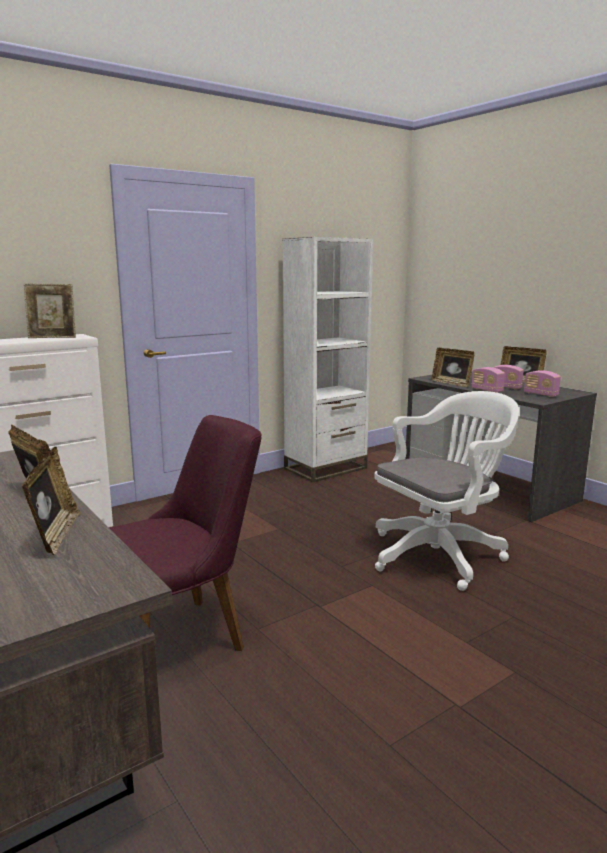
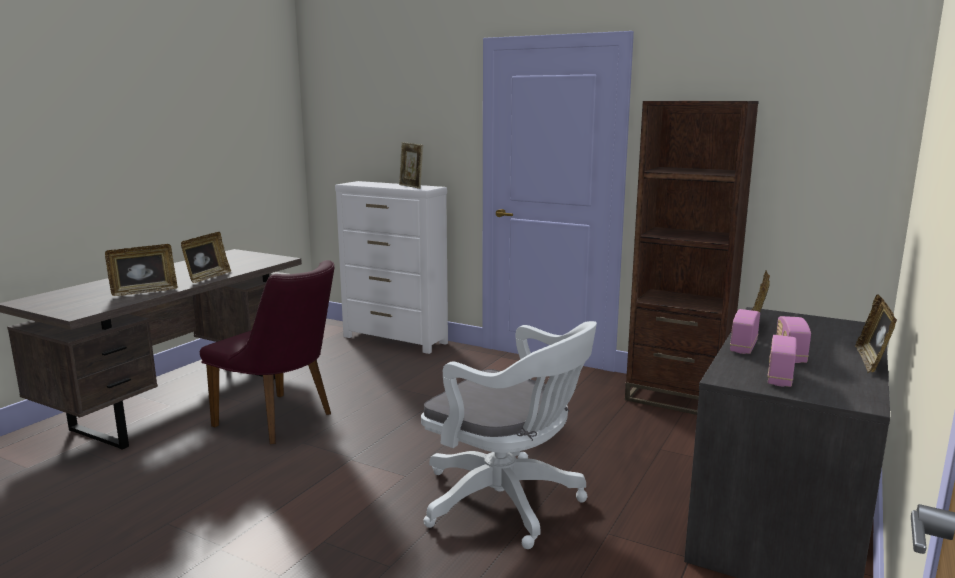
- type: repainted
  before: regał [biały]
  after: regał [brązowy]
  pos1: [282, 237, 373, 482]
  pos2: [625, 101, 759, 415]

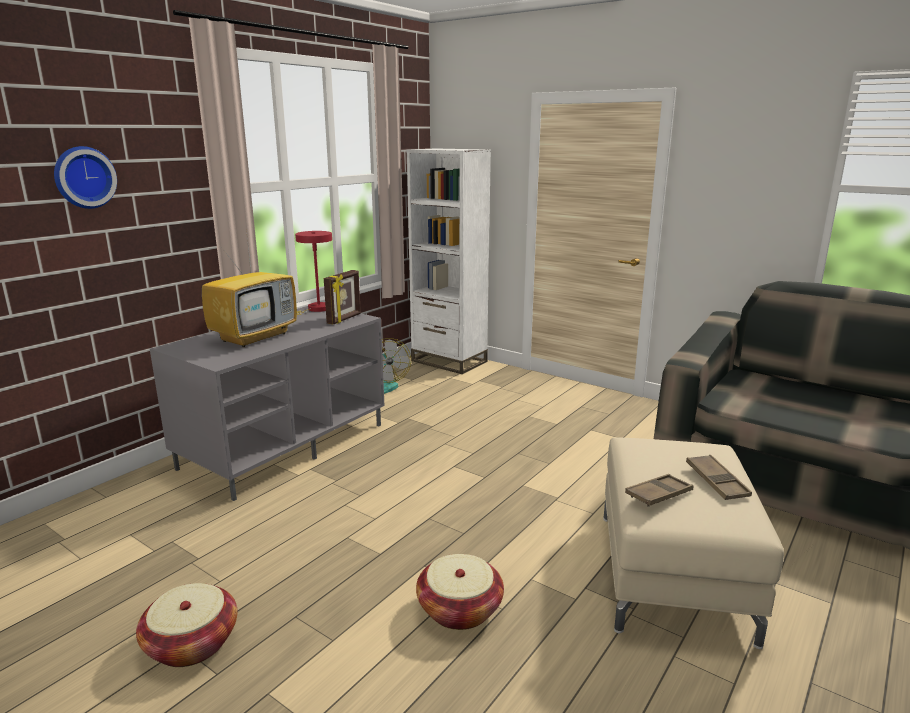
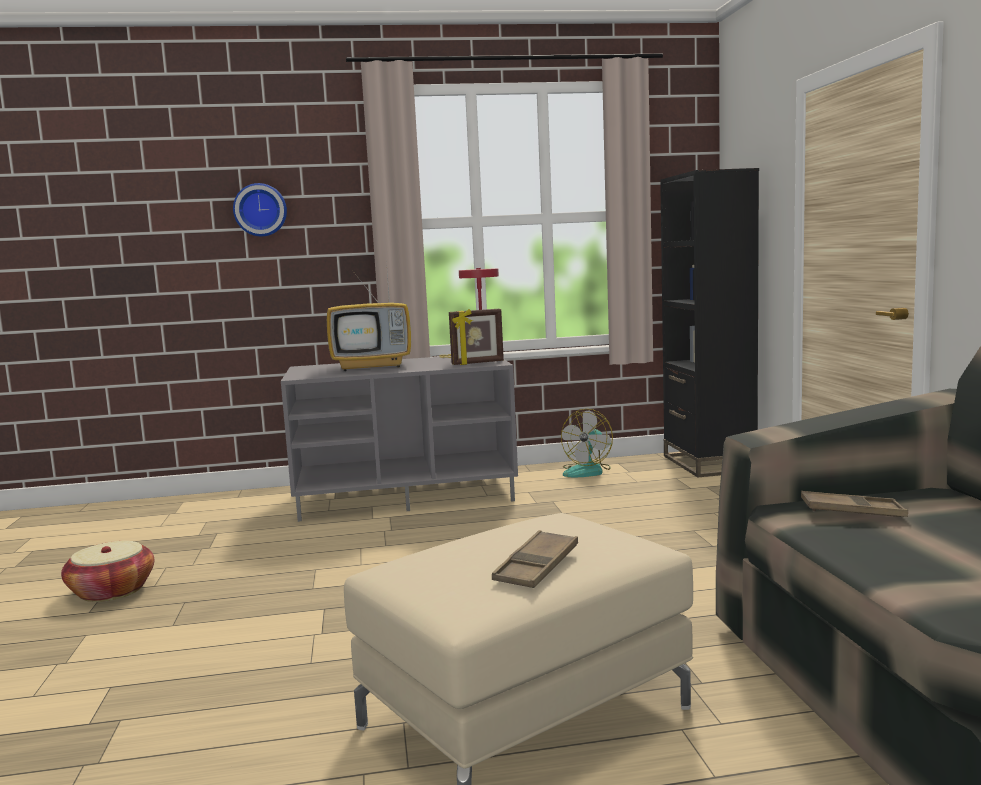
- type: repainted
  before: regał [biały]
  after: regał [czarny]
  pos1: [407, 148, 491, 374]
  pos2: [660, 168, 759, 477]
- type: gone
  before: koszyk
  pos1: [416, 554, 504, 630]
- type: shifted
  before: taca [brązowy]
  pos1: [625, 474, 693, 506]
  pos2: [801, 491, 908, 517]

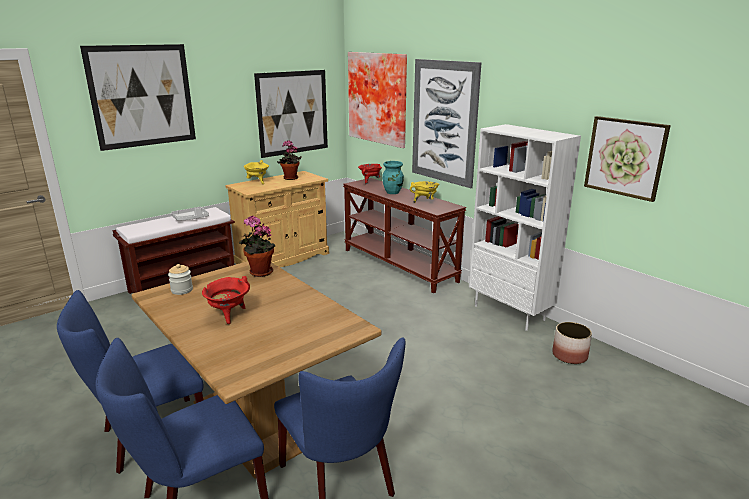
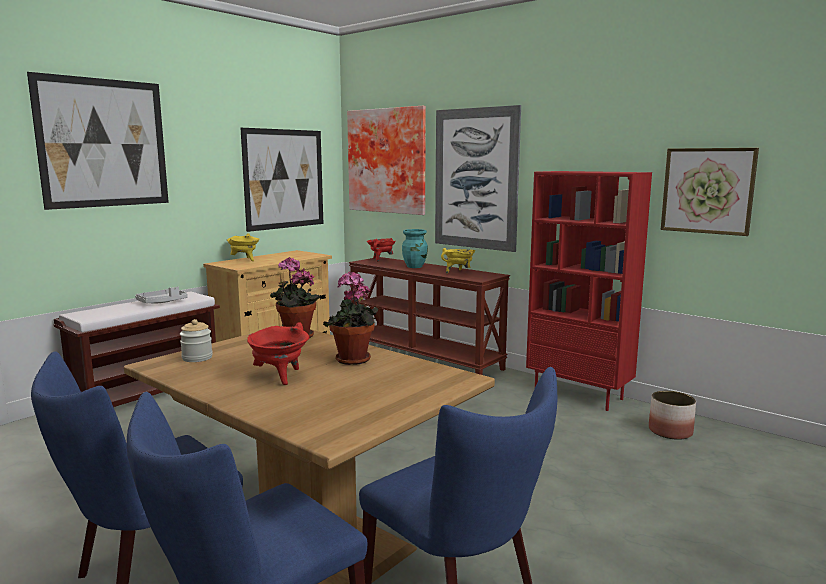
- type: shifted
  before: roślina doniczkowa
  pos1: [277, 140, 302, 180]
  pos2: [323, 271, 378, 365]
- type: repainted
  before: regał [biały]
  after: regał [czerwony]
  pos1: [469, 124, 581, 331]
  pos2: [526, 171, 652, 411]

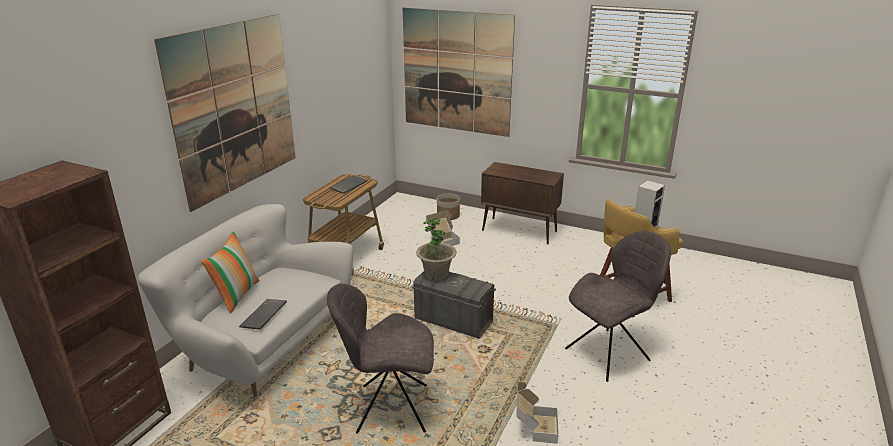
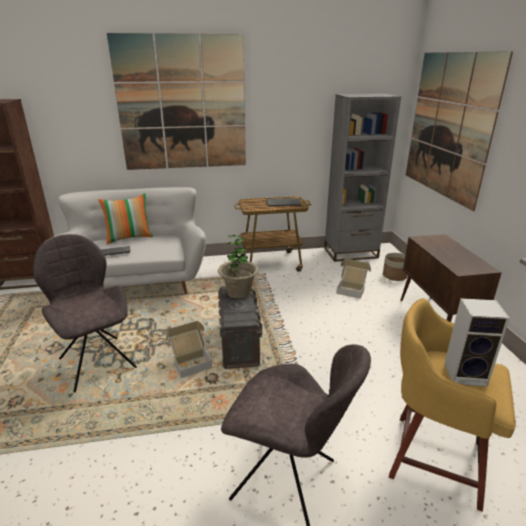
- type: shifted
  before: karton
  pos1: [516, 382, 559, 444]
  pos2: [166, 321, 212, 378]
- type: new
  after: regał [szary]
  pos2: [324, 93, 401, 262]

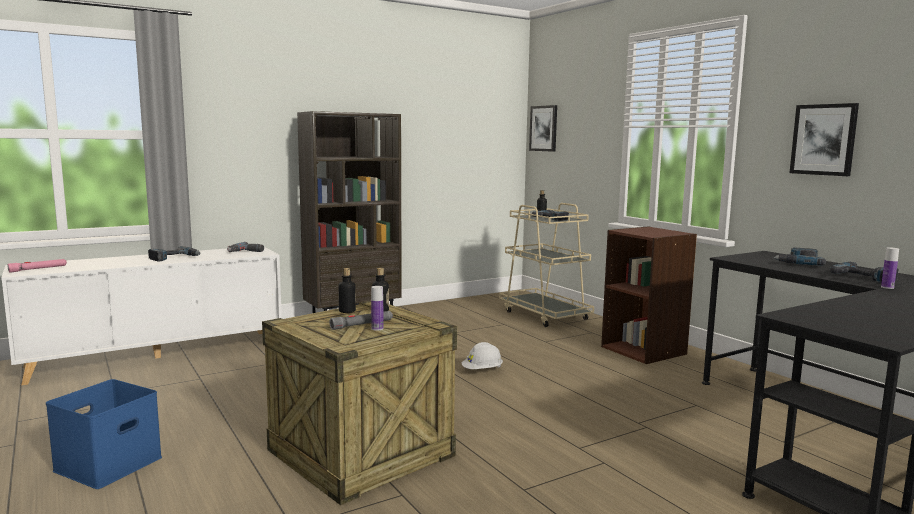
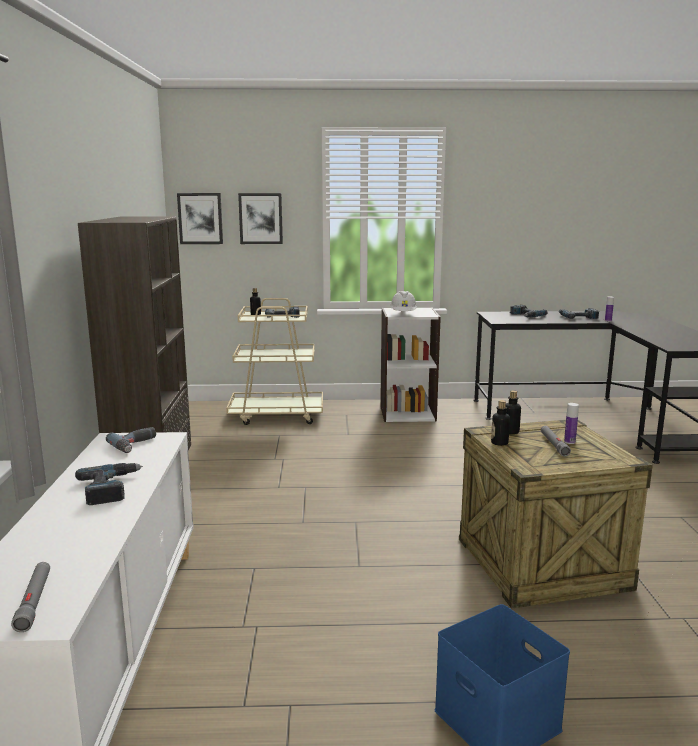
- type: repainted
  before: latarka [różowy]
  after: latarka [szary]
  pos1: [8, 259, 67, 273]
  pos2: [11, 562, 50, 632]
- type: shifted
  before: kask [biały]
  pos1: [462, 342, 503, 369]
  pos2: [390, 291, 417, 312]
- type: repainted
  before: regał [brązowy]
  after: regał [biały]
  pos1: [601, 226, 697, 364]
  pos2: [380, 308, 441, 422]
- type: shifted
  before: obraz
  pos1: [789, 103, 859, 176]
  pos2: [238, 193, 283, 244]

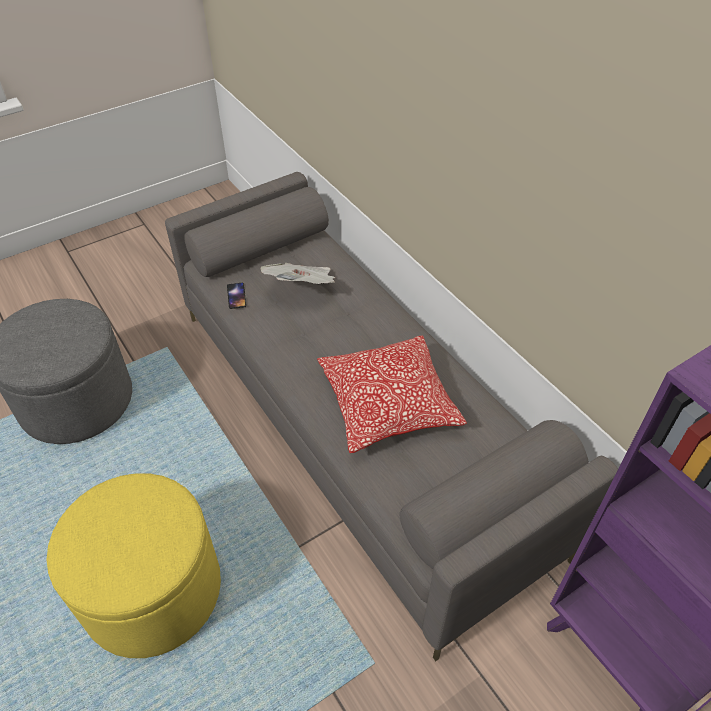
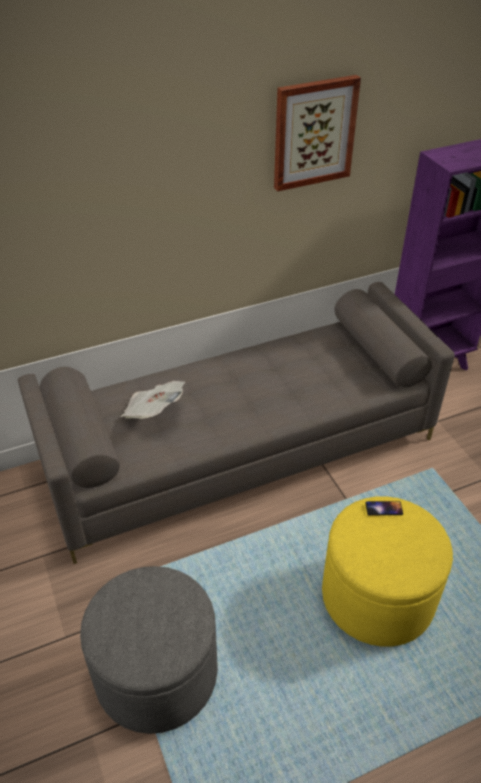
- type: shifted
  before: telefon
  pos1: [227, 283, 246, 309]
  pos2: [365, 501, 403, 515]
- type: gone
  before: poduszka
  pos1: [317, 336, 467, 453]
- type: new
  after: obraz
  pos2: [274, 75, 361, 191]

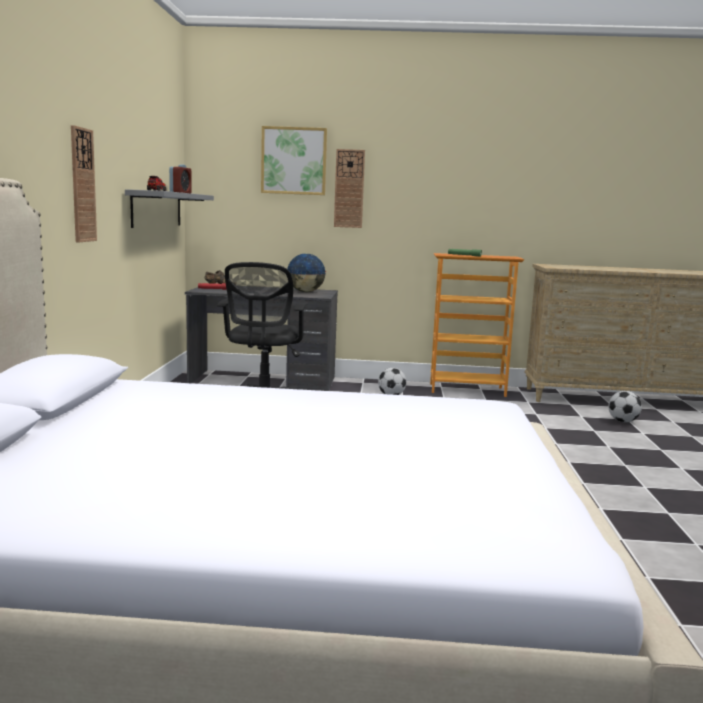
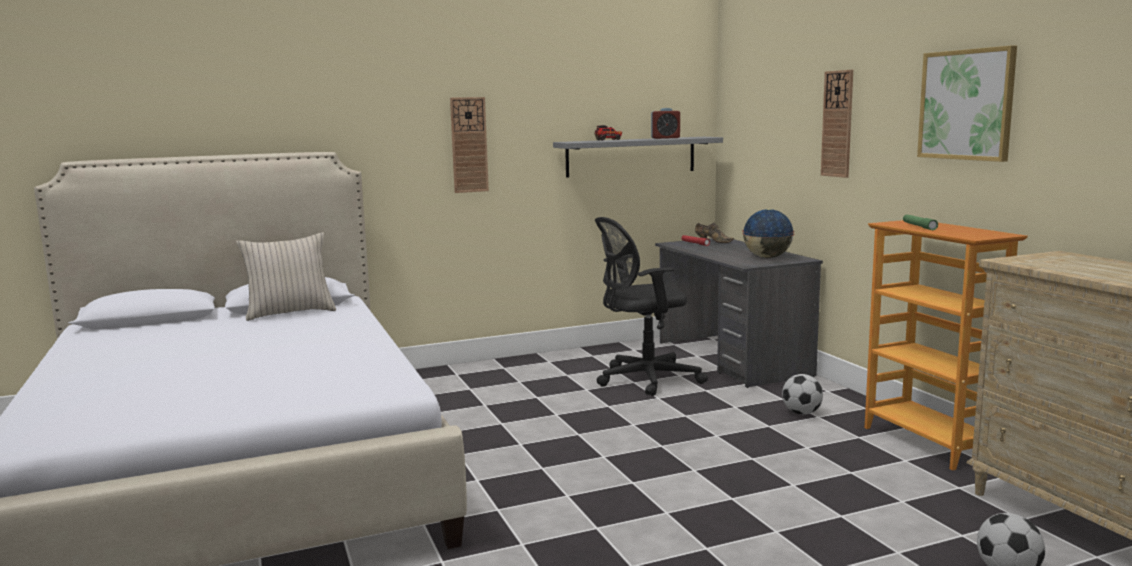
- type: shifted
  before: obraz
  pos1: [261, 126, 327, 195]
  pos2: [917, 46, 1017, 162]
- type: new
  after: poduszka [beżowy]
  pos2: [236, 232, 336, 321]

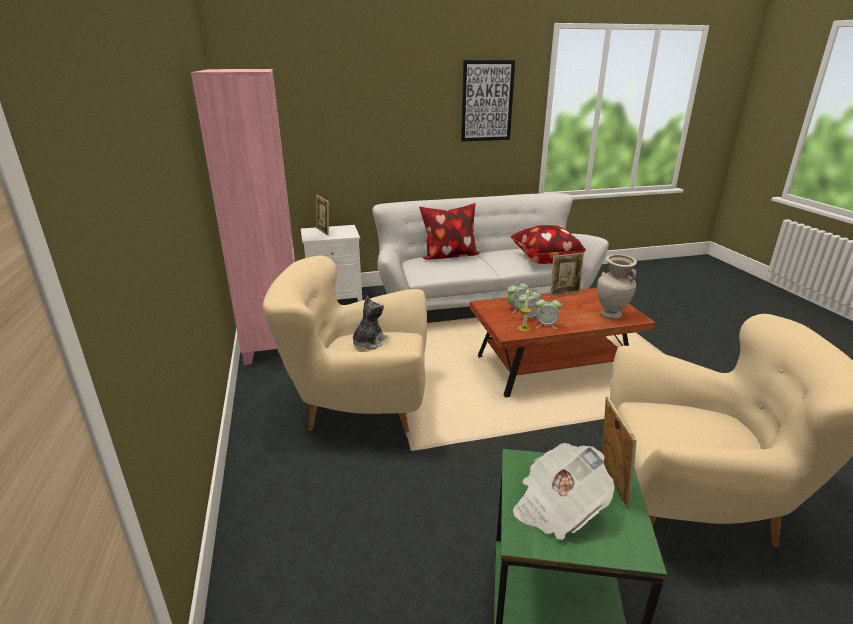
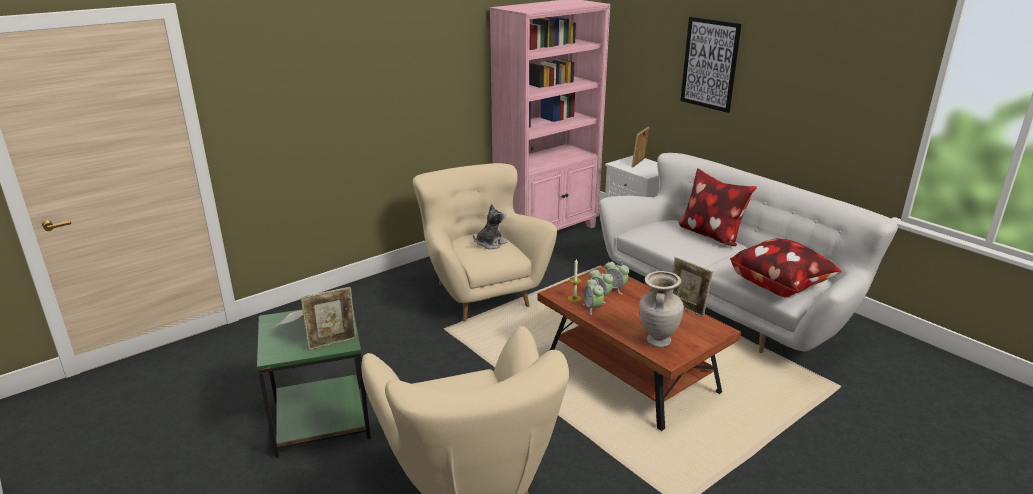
- type: rotated
  before: pluszak
  pos1: [353, 296, 387, 350]
  pos2: [473, 204, 507, 249]
  turn: -45
- type: shifted
  before: obraz
  pos1: [461, 60, 515, 141]
  pos2: [681, 17, 741, 113]

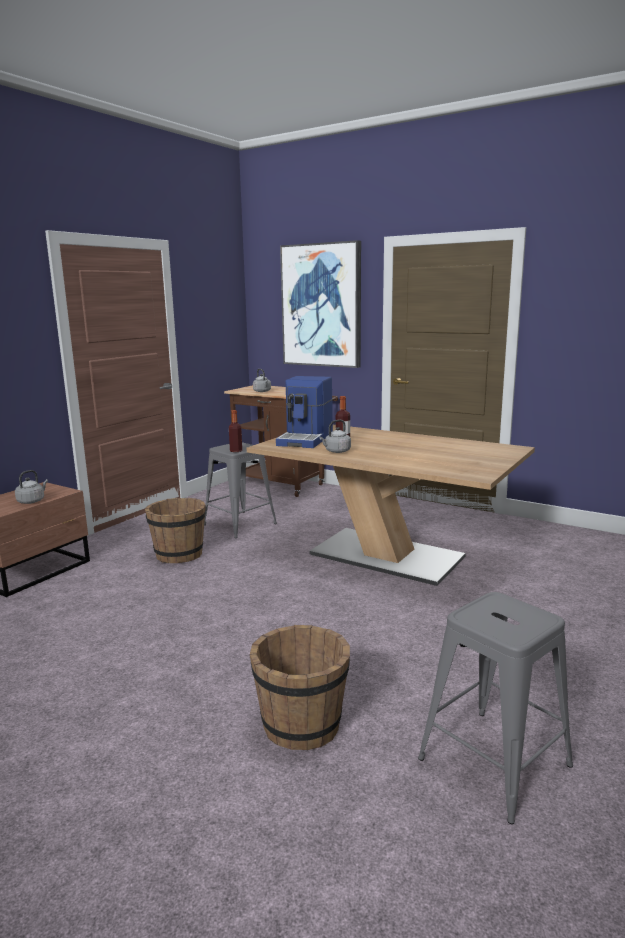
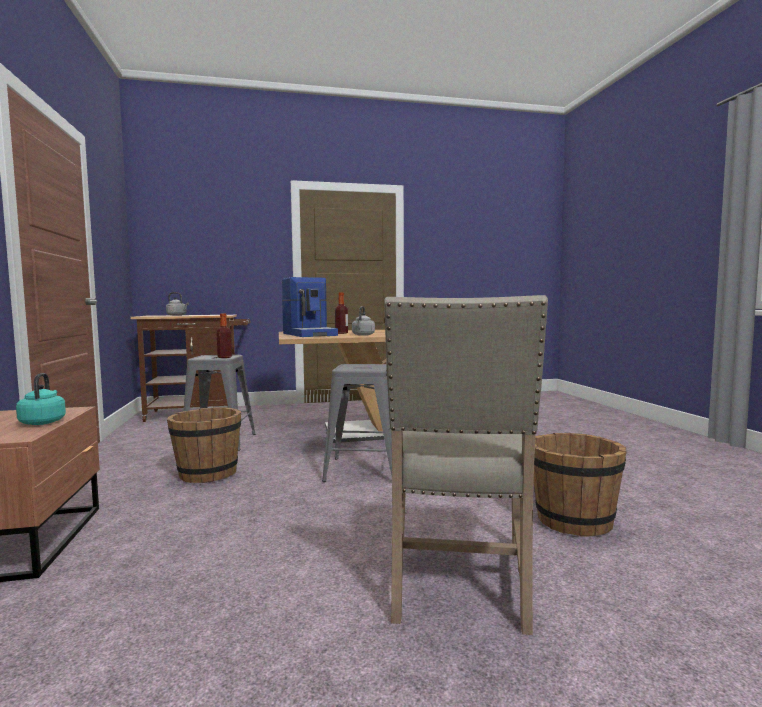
- type: repainted
  before: czajnik [szary]
  after: czajnik [turkusowy]
  pos1: [15, 470, 48, 504]
  pos2: [16, 373, 66, 425]
- type: gone
  before: obraz
  pos1: [280, 240, 361, 368]
- type: shifted
  before: stołek [szary]
  pos1: [418, 592, 573, 824]
  pos2: [322, 364, 392, 482]
- type: new
  after: krzesło [beżowy]
  pos2: [384, 295, 548, 635]

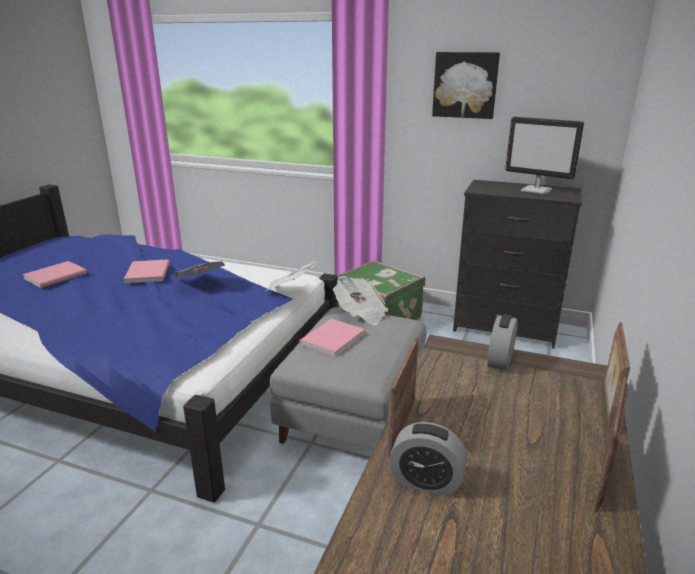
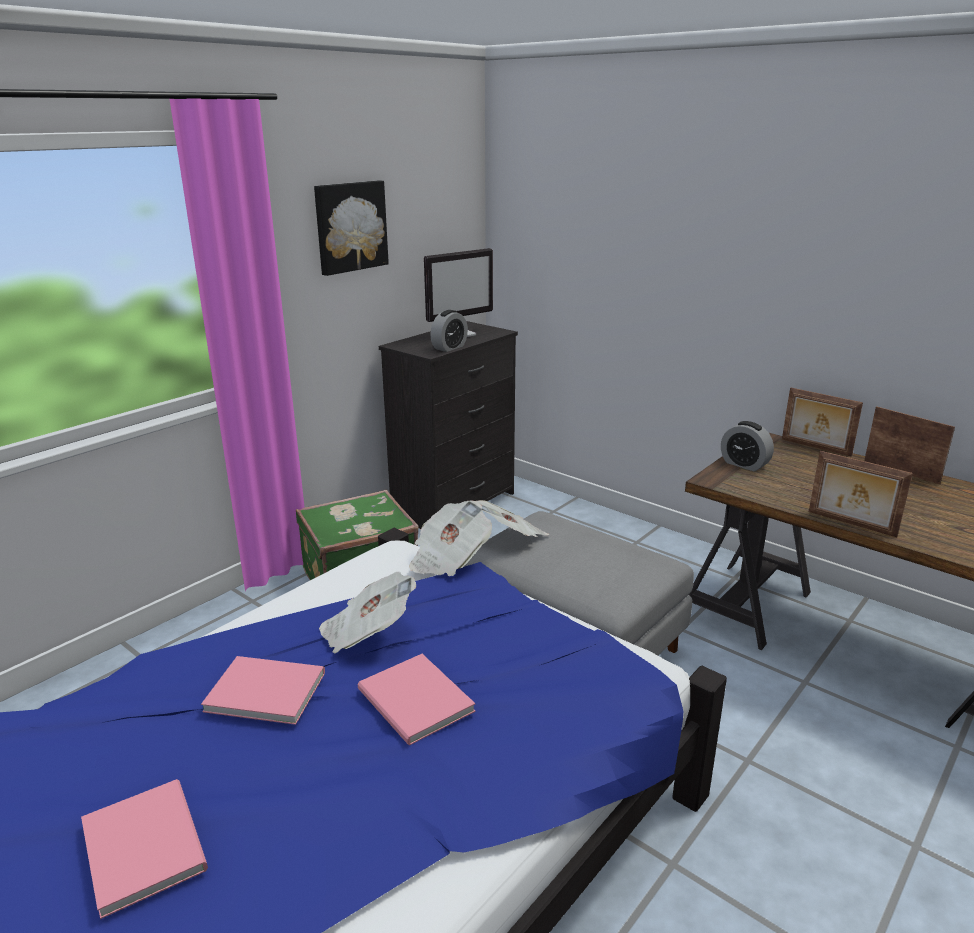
- type: shifted
  before: książka [różowy]
  pos1: [299, 319, 365, 357]
  pos2: [358, 654, 475, 745]
- type: shifted
  before: budzik
  pos1: [389, 422, 467, 496]
  pos2: [430, 310, 468, 352]

